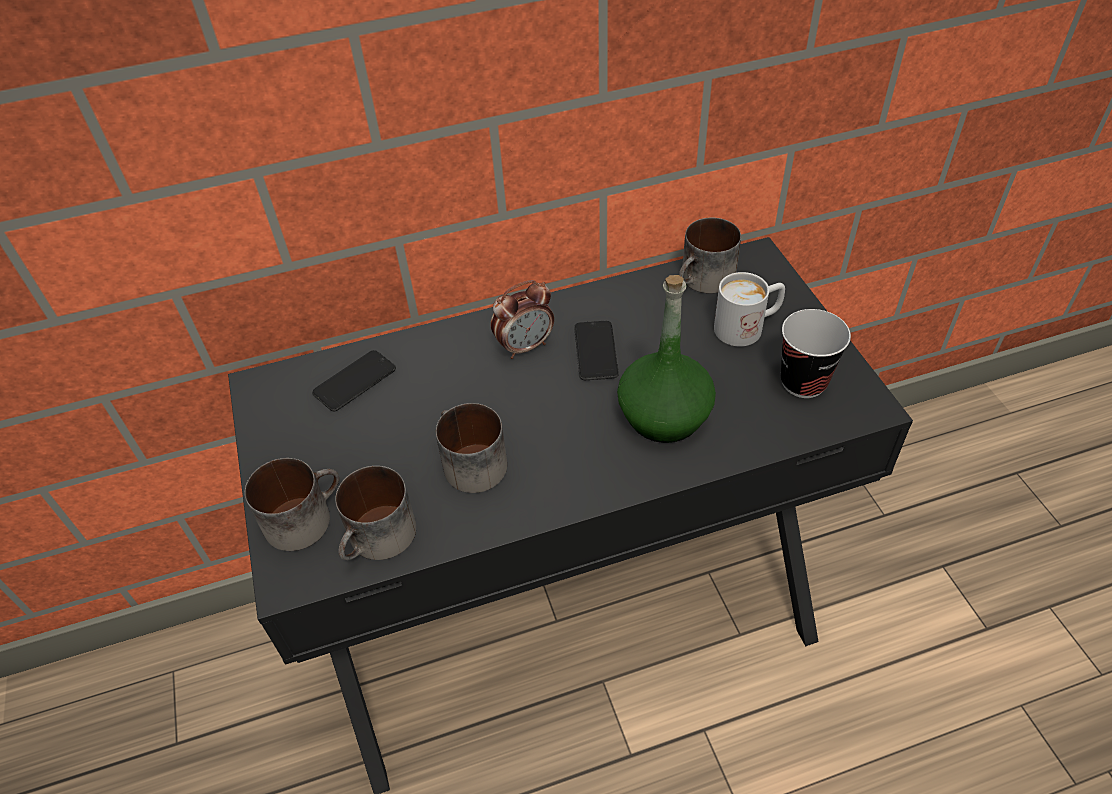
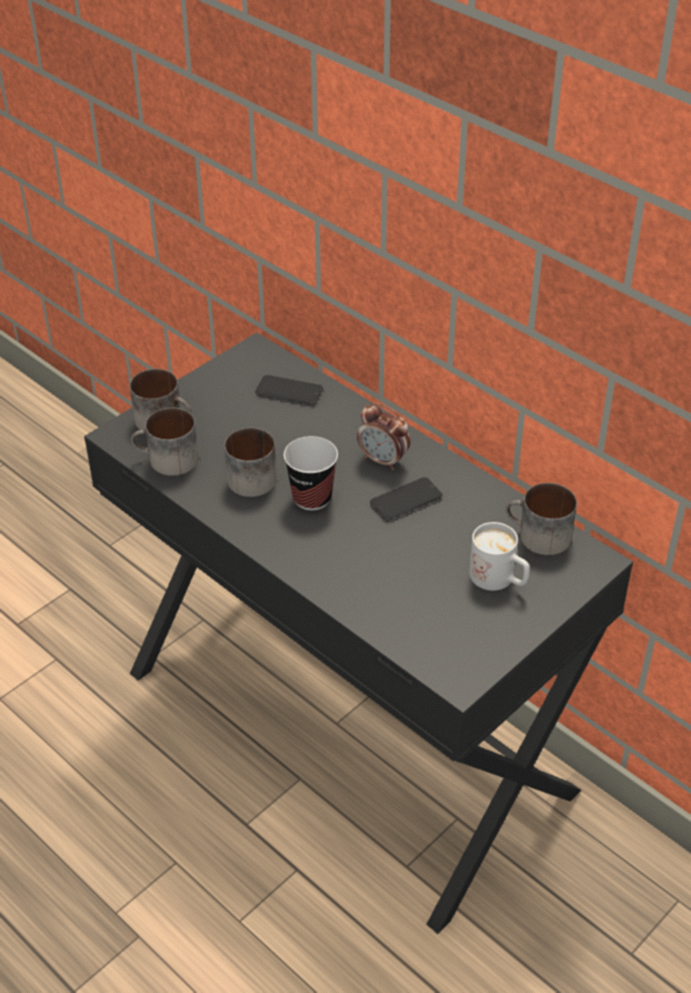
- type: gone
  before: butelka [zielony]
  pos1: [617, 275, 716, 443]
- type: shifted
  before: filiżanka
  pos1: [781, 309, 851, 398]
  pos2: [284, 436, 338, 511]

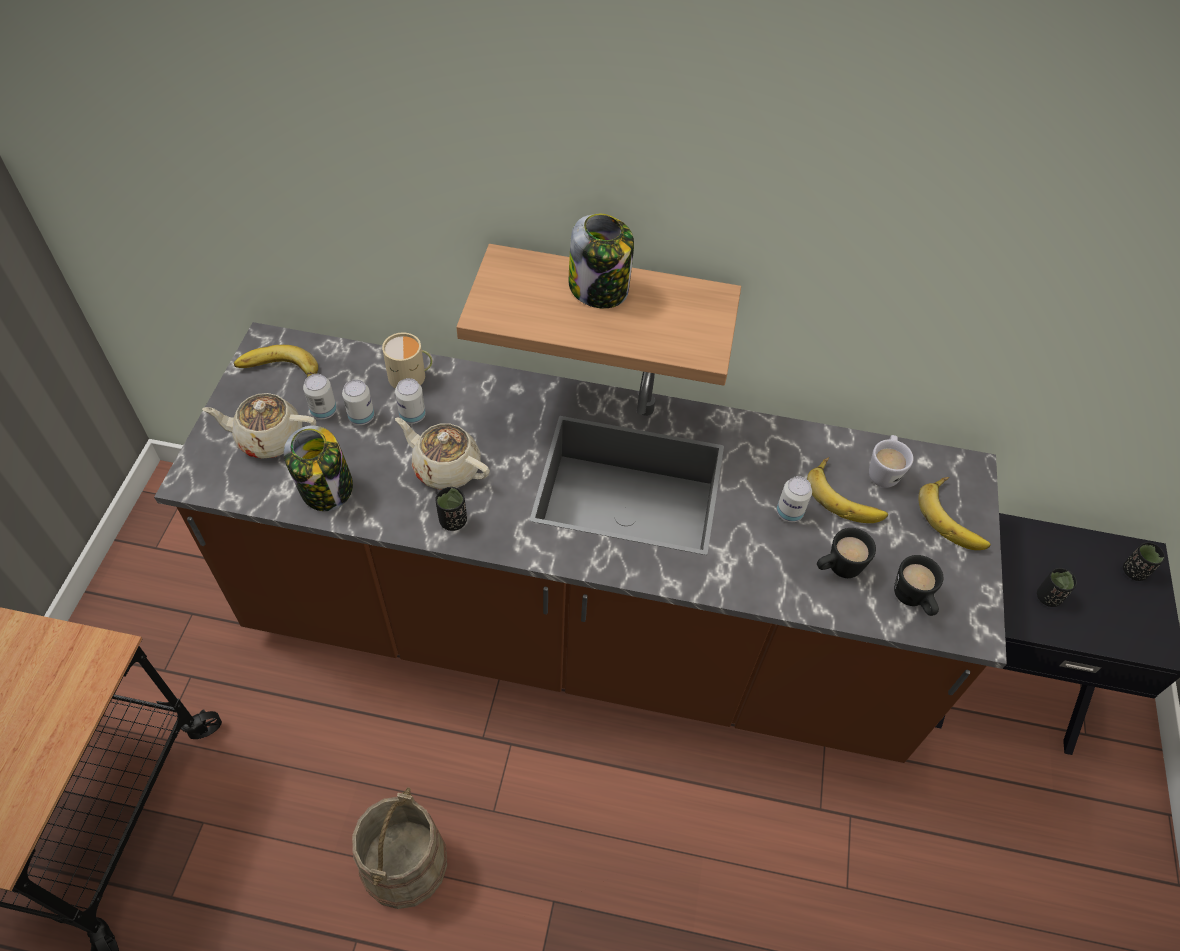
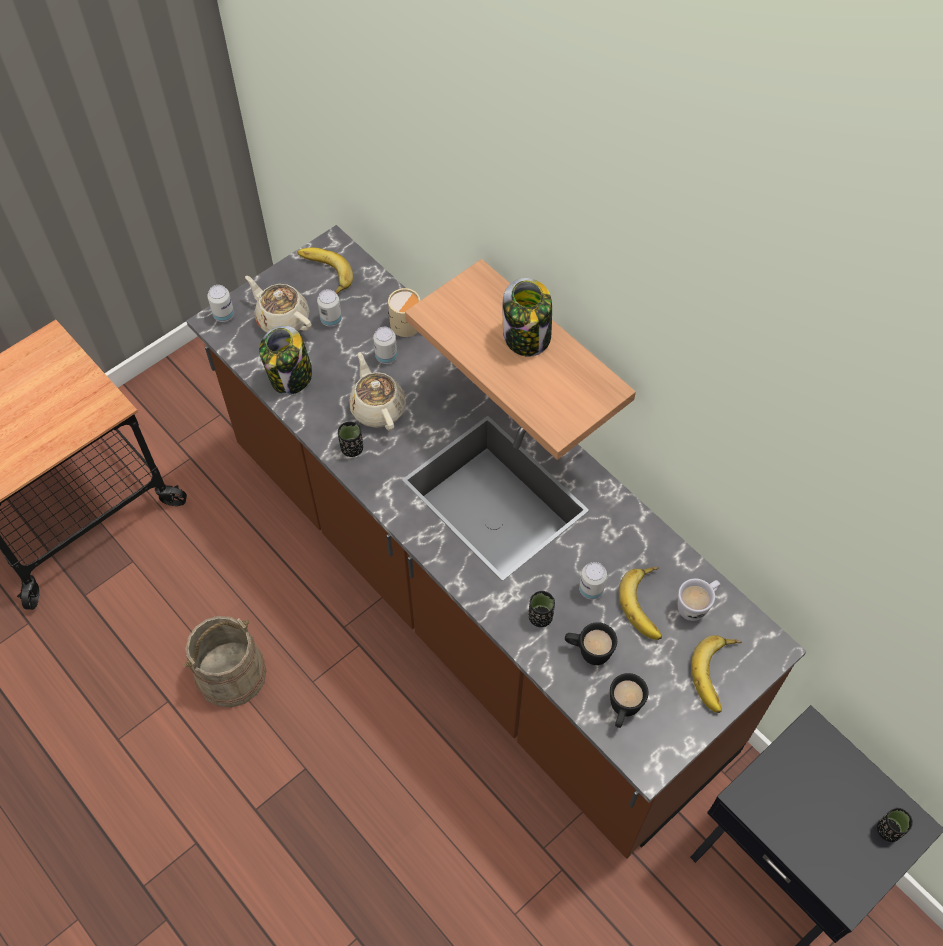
- type: shifted
  before: puszka
  pos1: [342, 379, 374, 425]
  pos2: [207, 285, 234, 322]
- type: shifted
  before: filiżanka [czarny]
  pos1: [1037, 568, 1077, 607]
  pos2: [529, 591, 555, 627]

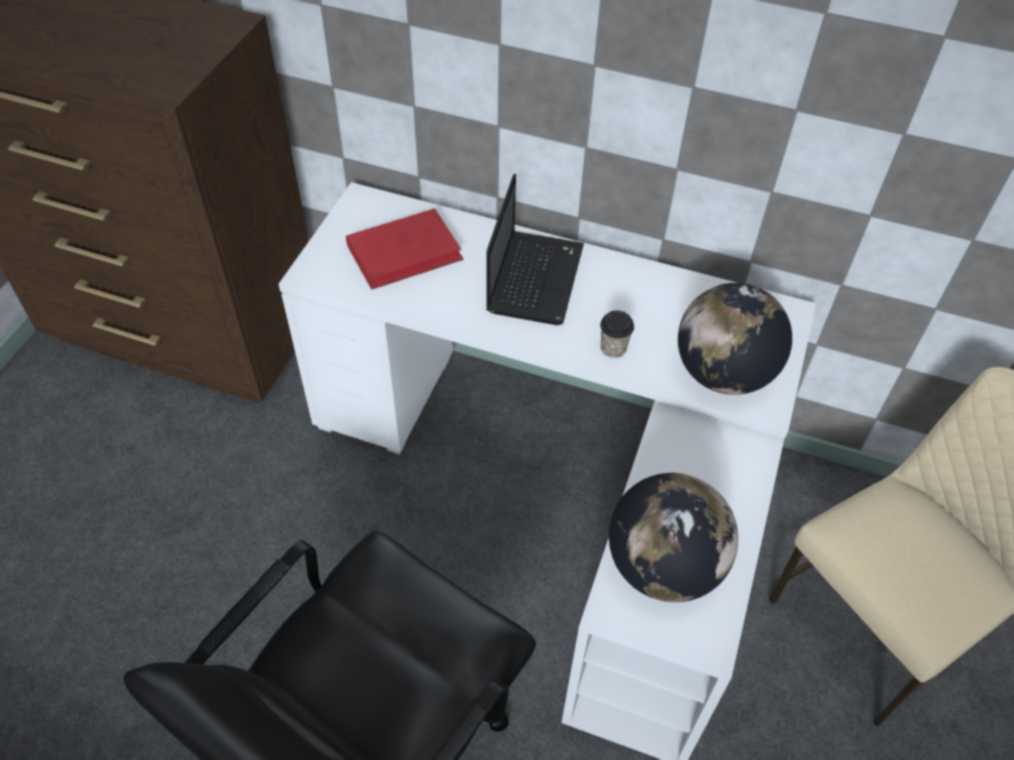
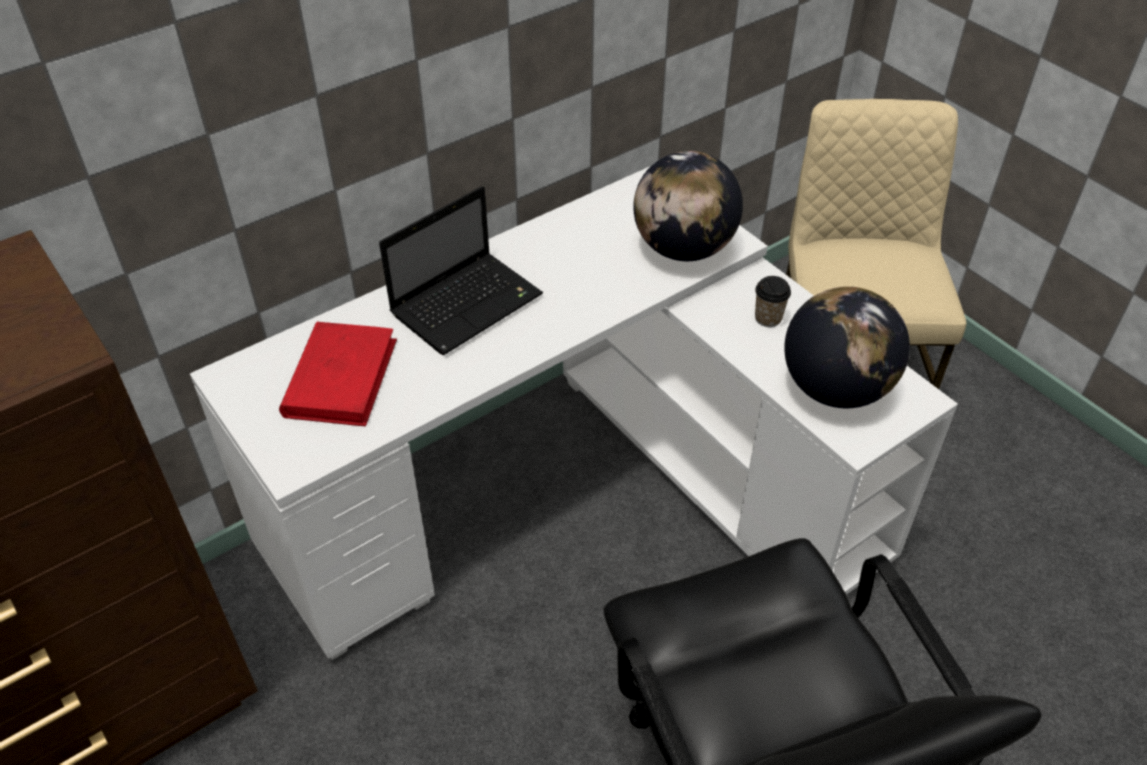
- type: rotated
  before: laptop
  pos1: [486, 174, 584, 325]
  pos2: [379, 186, 543, 355]
  turn: 90
- type: shifted
  before: filiżanka
  pos1: [600, 311, 634, 358]
  pos2: [755, 276, 791, 327]

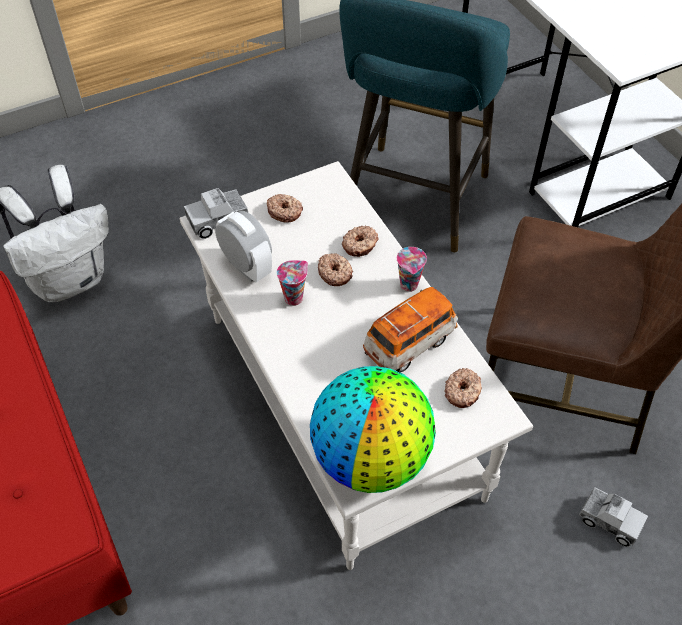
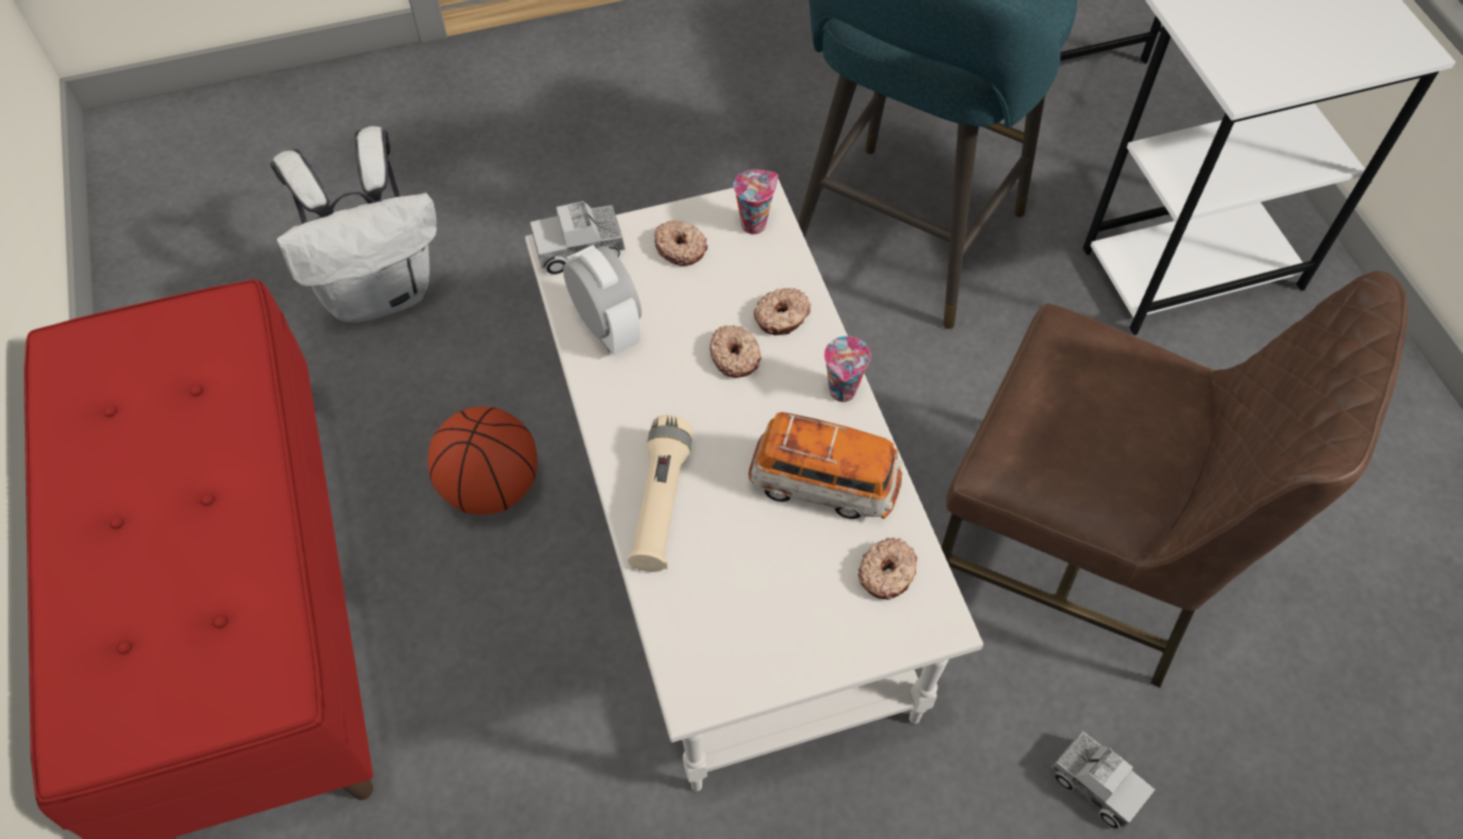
- type: shifted
  before: filiżanka
  pos1: [277, 260, 308, 306]
  pos2: [733, 170, 779, 234]
- type: gone
  before: globus
  pos1: [310, 366, 436, 493]
- type: rotated
  before: samochodzik
  pos1: [363, 287, 458, 373]
  pos2: [748, 412, 902, 519]
  turn: 45
- type: new
  after: piłka do koszykówki
  pos2: [428, 407, 537, 515]
- type: new
  after: latarka [beżowy]
  pos2: [628, 415, 692, 572]

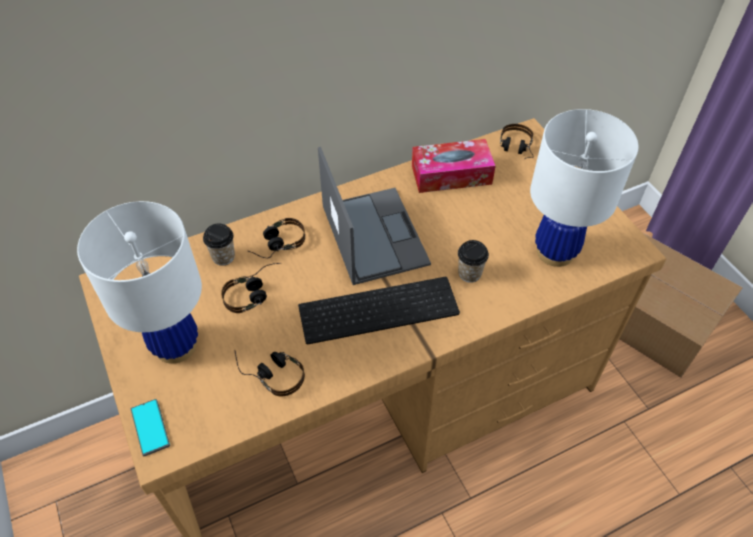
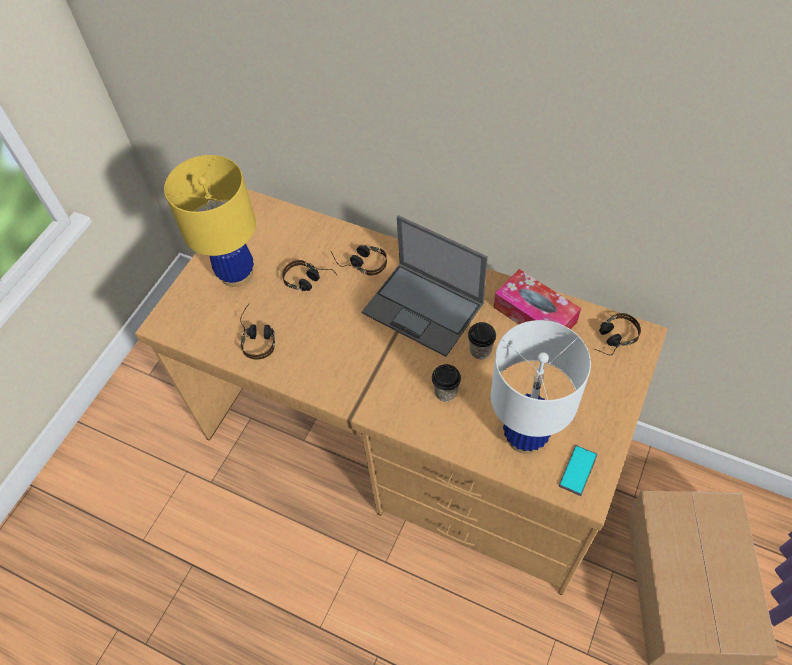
- type: repainted
  before: lampa stołowa [biały]
  after: lampa stołowa [żółty]
  pos1: [77, 201, 202, 364]
  pos2: [164, 155, 256, 287]
- type: shifted
  before: telefon
  pos1: [131, 399, 170, 456]
  pos2: [559, 445, 597, 496]
- type: shifted
  before: filiżanka
  pos1: [203, 223, 235, 266]
  pos2: [468, 322, 496, 359]
- type: gone
  before: klawiatura
  pos1: [298, 277, 460, 344]
- type: rotated
  before: laptop
  pos1: [318, 147, 431, 285]
  pos2: [362, 215, 488, 357]
  turn: 90

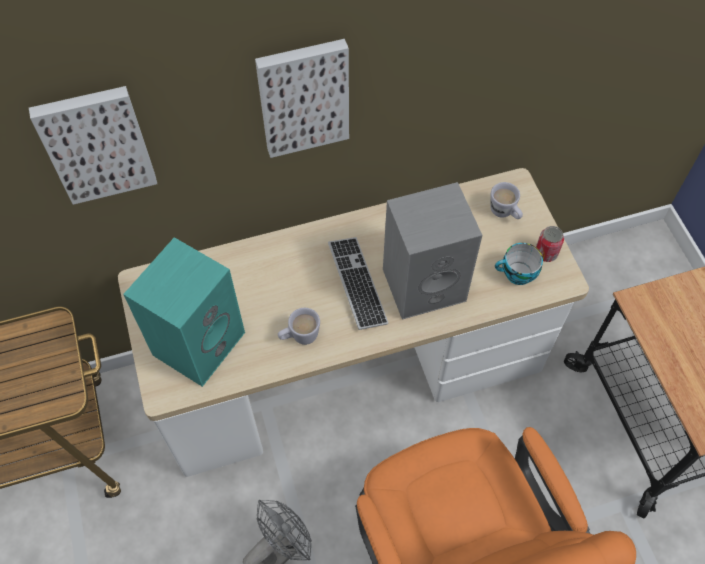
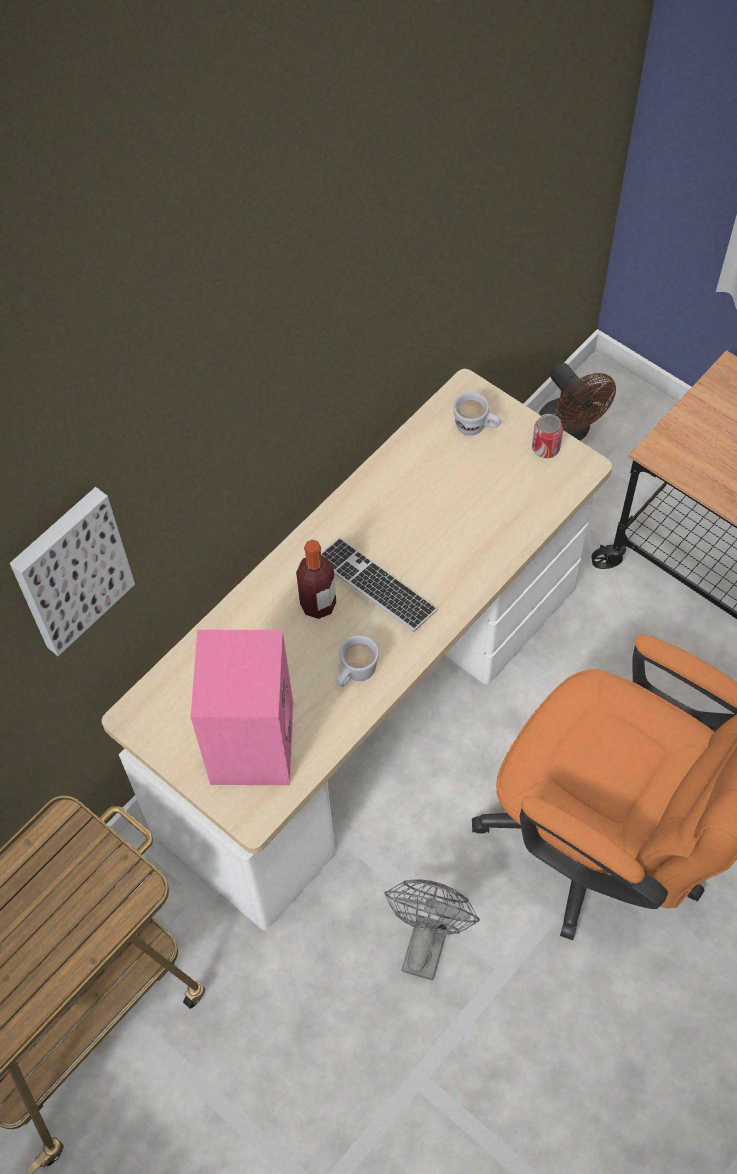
- type: repainted
  before: głośnik [turkusowy]
  after: głośnik [różowy]
  pos1: [123, 237, 245, 387]
  pos2: [191, 630, 294, 785]
- type: gone
  before: obraz
  pos1: [255, 39, 349, 158]
- type: gone
  before: głośnik [szary]
  pos1: [383, 182, 482, 320]
- type: gone
  before: filiżanka
  pos1: [495, 243, 543, 285]
- type: new
  after: butelka
  pos2: [296, 540, 336, 619]
- type: new
  after: wentylator [brązowy]
  pos2: [539, 363, 616, 441]

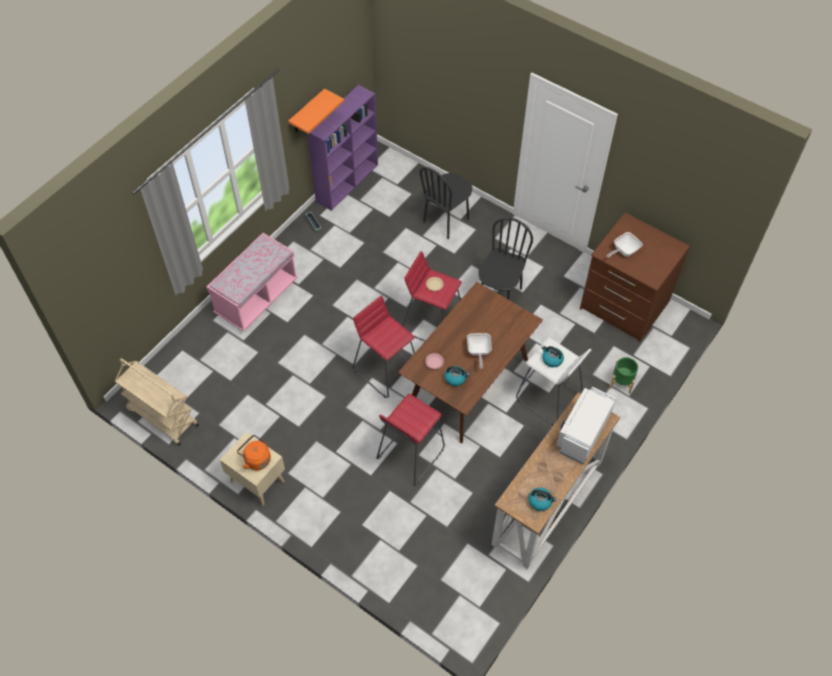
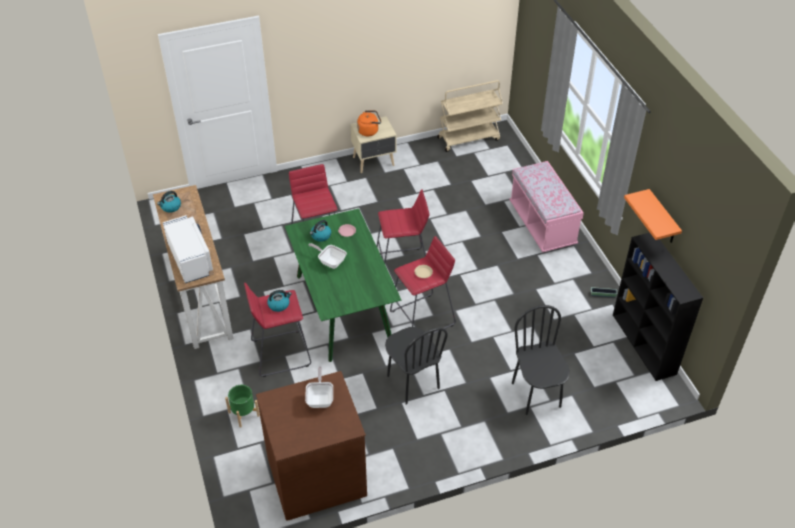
- type: repainted
  before: regał [fioletowy]
  after: regał [czarny]
  pos1: [308, 85, 378, 211]
  pos2: [613, 232, 703, 381]
- type: repainted
  before: stół jadalny [brązowy]
  after: stół jadalny [zielony]
  pos1: [398, 282, 543, 443]
  pos2: [285, 209, 402, 362]
- type: repainted
  before: stołek [biały]
  after: stołek [czerwony]
  pos1: [516, 338, 592, 425]
  pos2: [244, 282, 311, 377]

